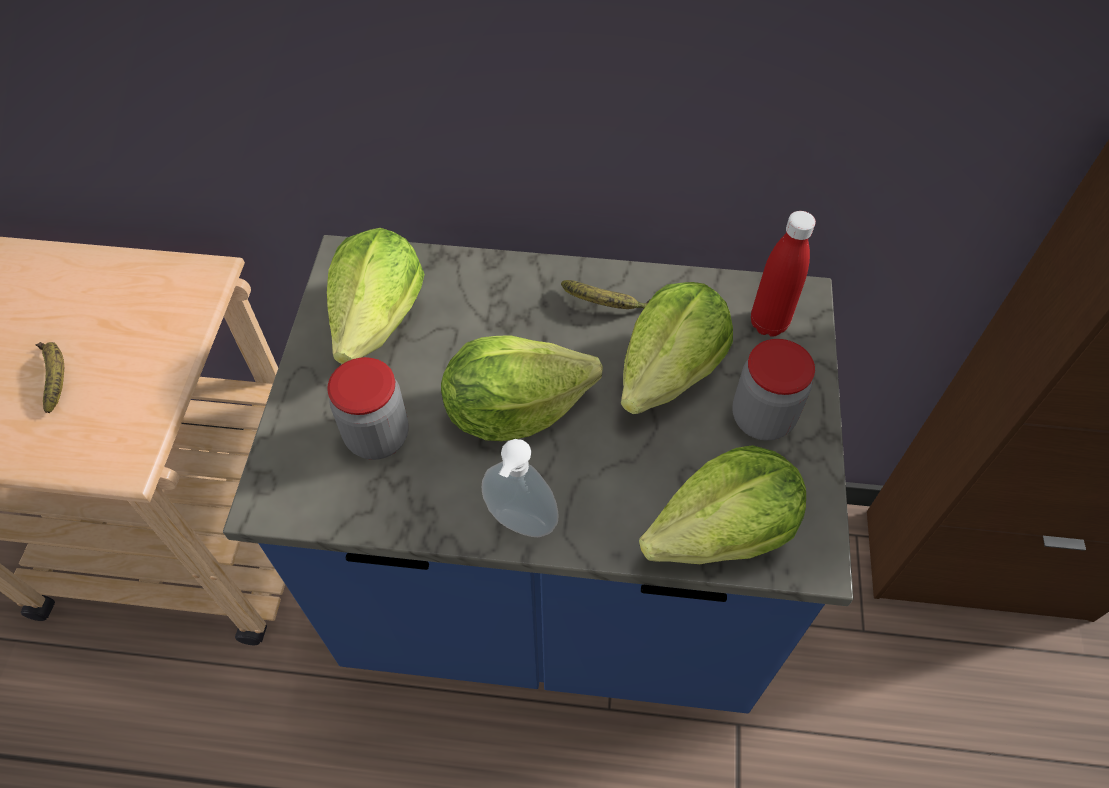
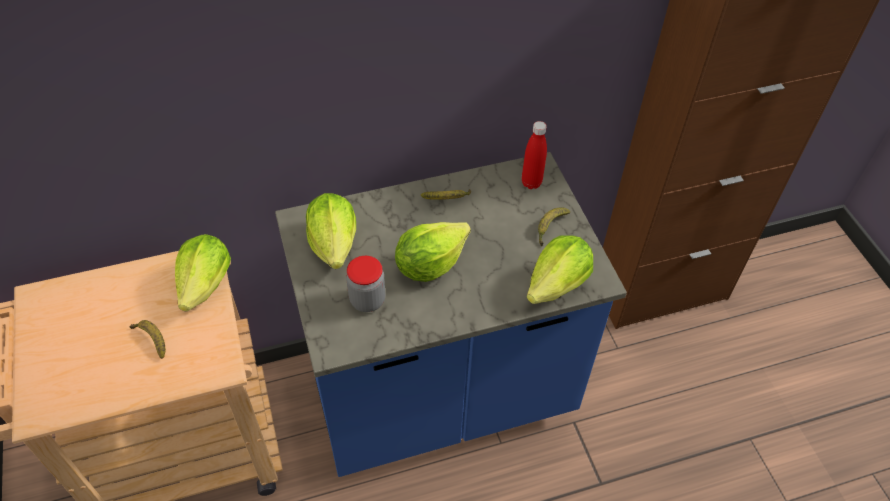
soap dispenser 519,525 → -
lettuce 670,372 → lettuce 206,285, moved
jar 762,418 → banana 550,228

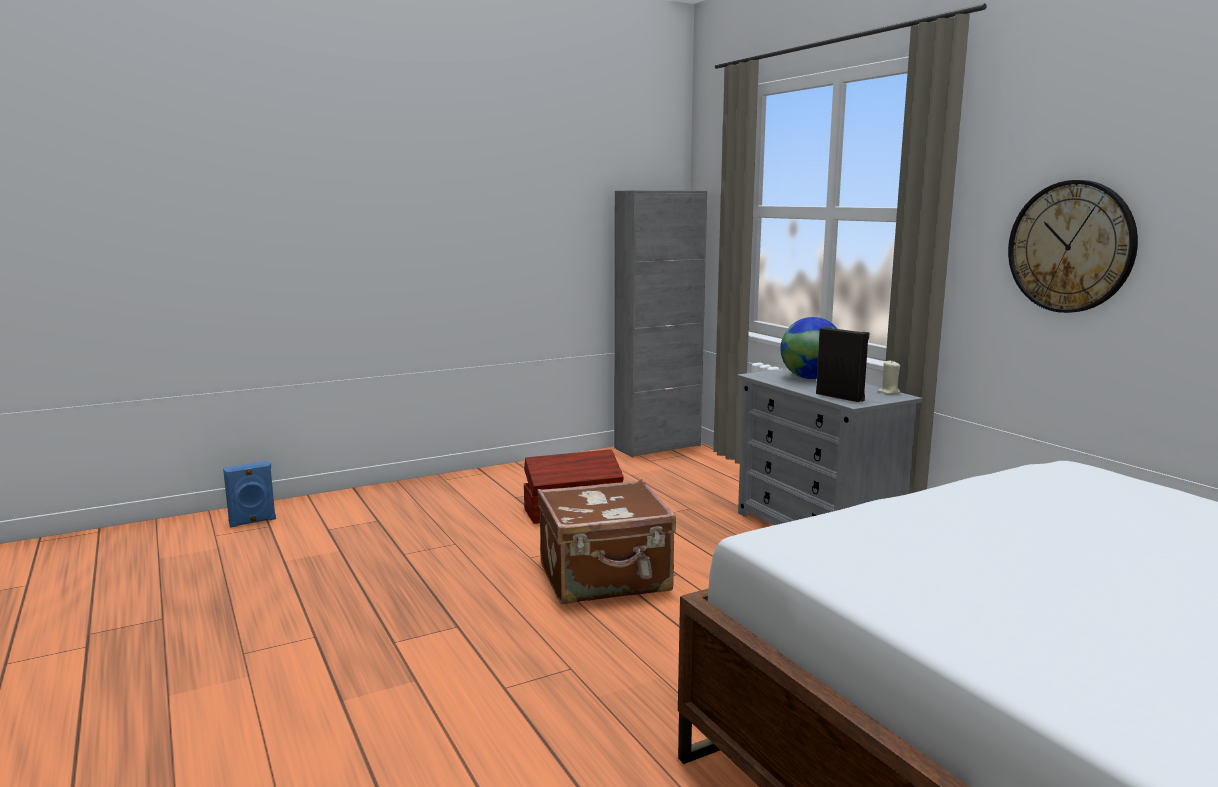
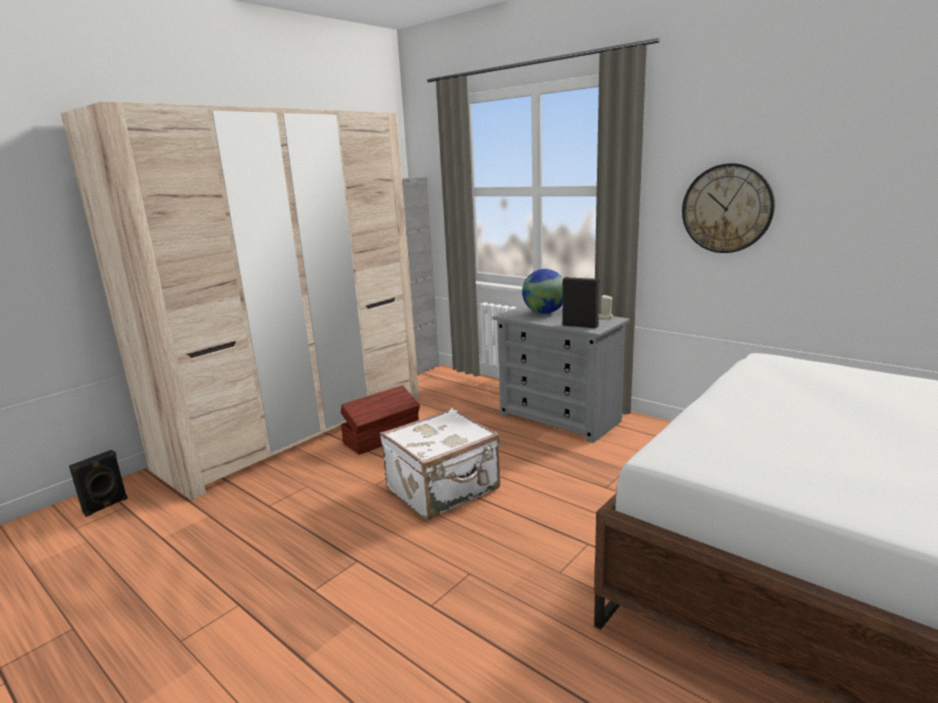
- → beige wardrobe 300,429
blue speaker 252,522 → black speaker 106,506
brown suitcase 605,579 → white suitcase 444,490

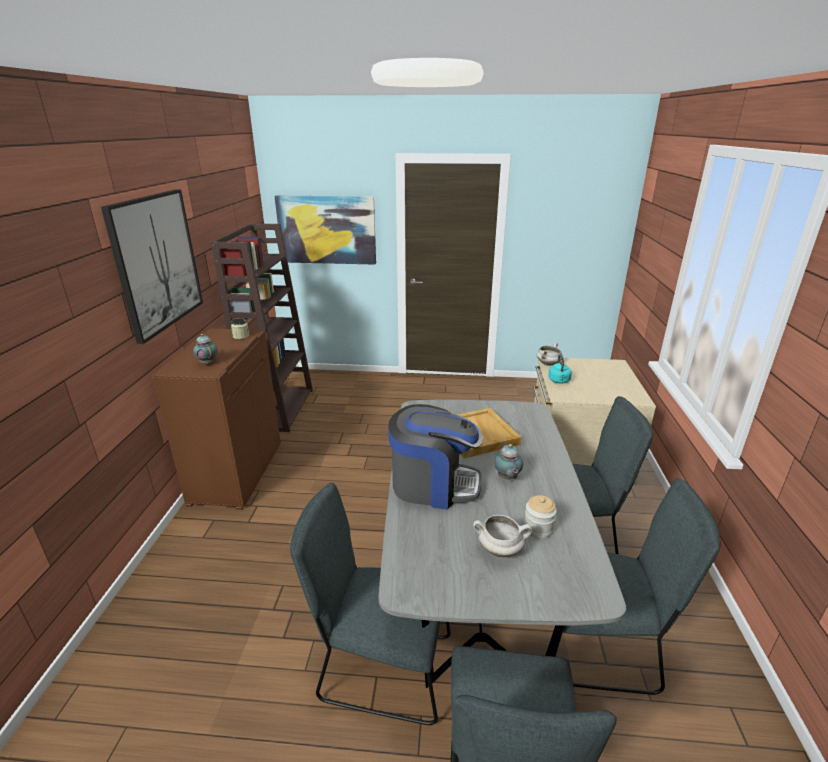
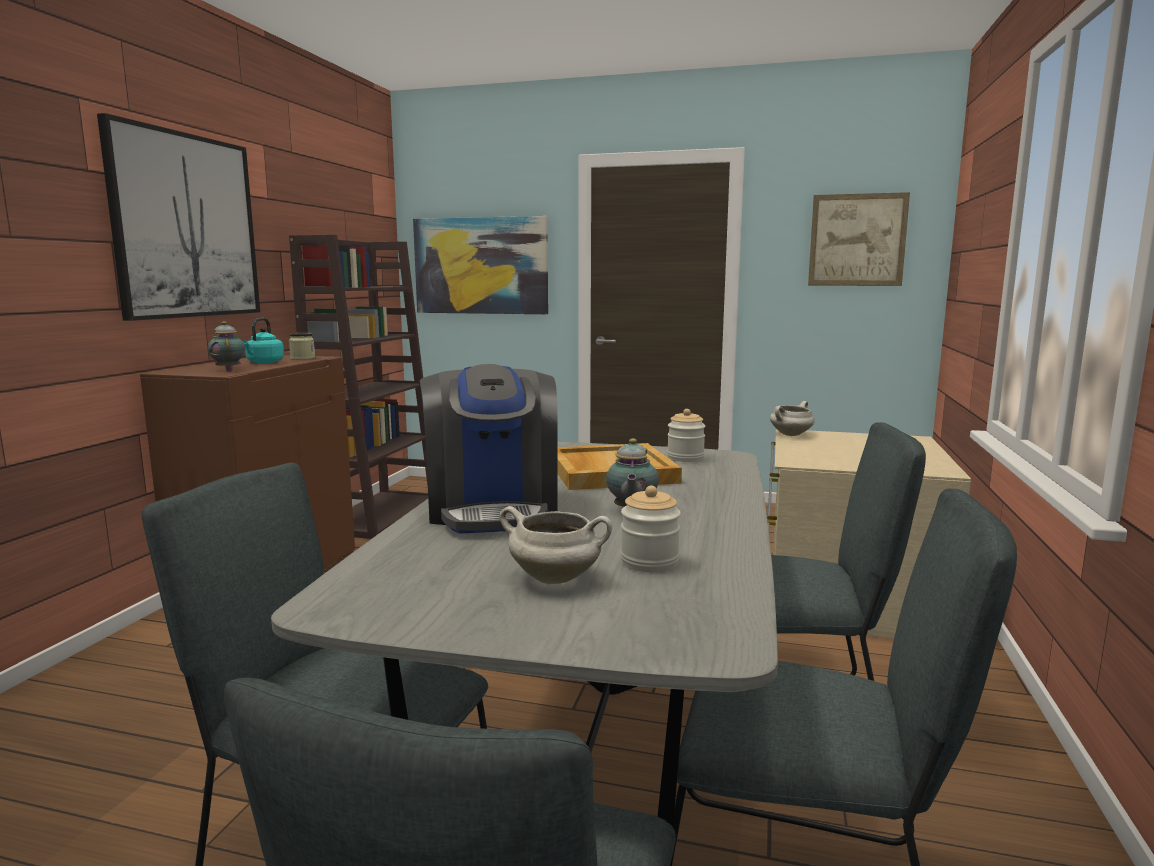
- → jar 685,458
- → picture 857,240
turquoise kettle 559,381 → turquoise kettle 264,362, moved
coffee machine 433,484 → coffee machine 492,509, 60 degrees clockwise

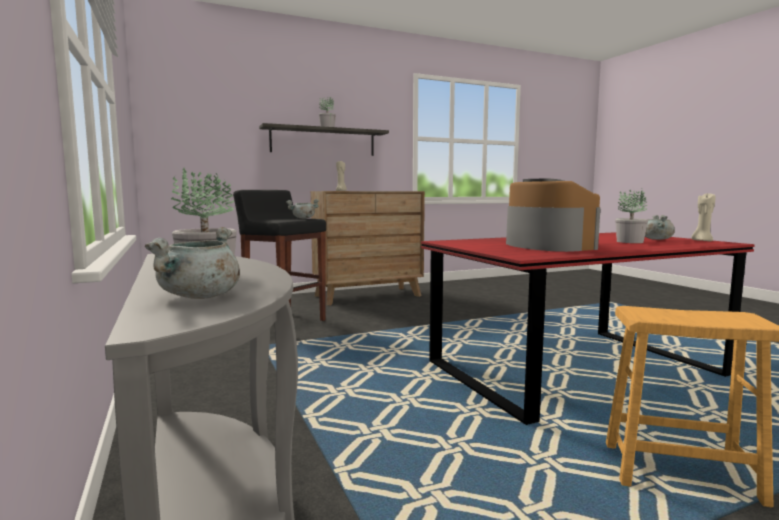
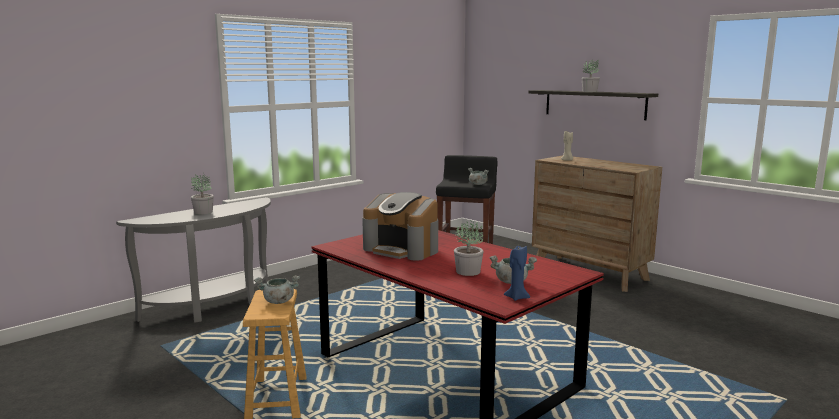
grey cooking pot 200,297 → grey cooking pot 278,301, moved
beige candle 702,240 → blue candle 516,297
coffee machine 546,246 → coffee machine 402,249, 75 degrees clockwise

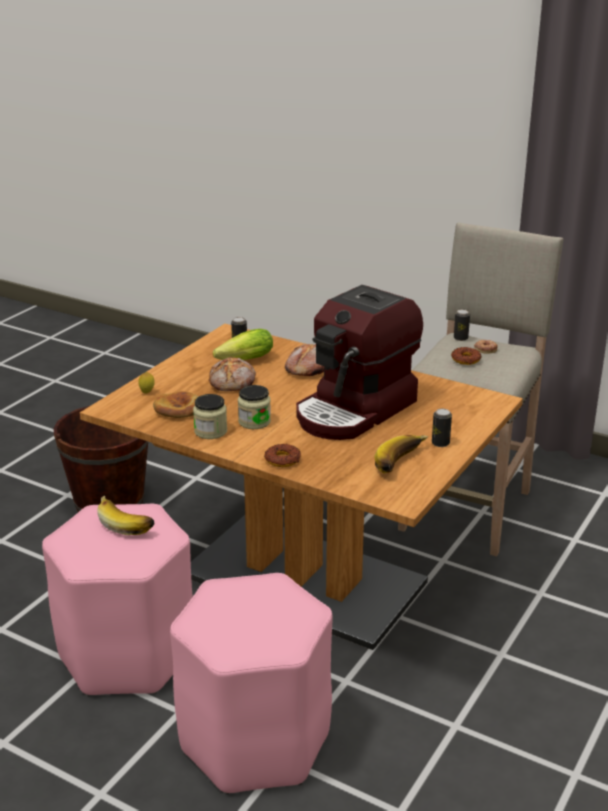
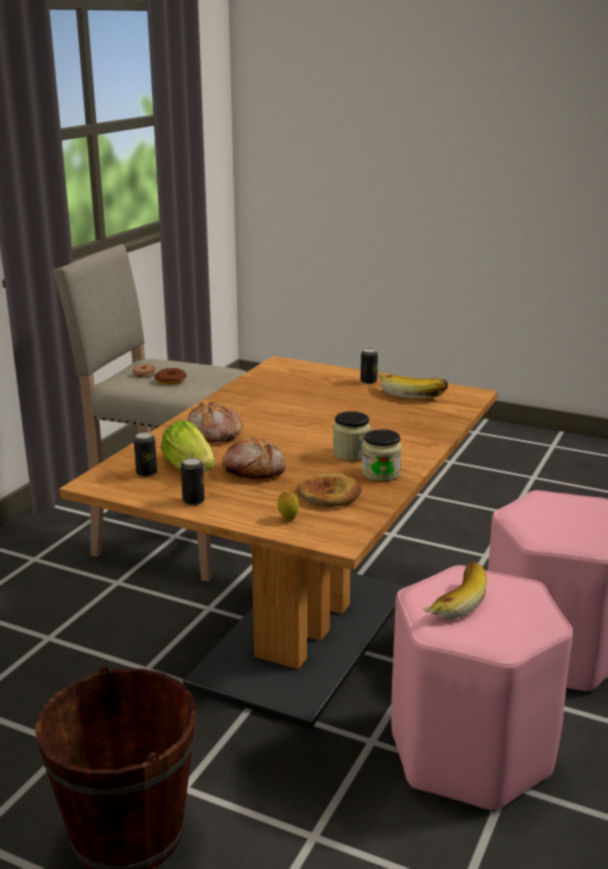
donut 282,459 → -
coffee machine 356,411 → -
can 460,338 → can 193,501, moved

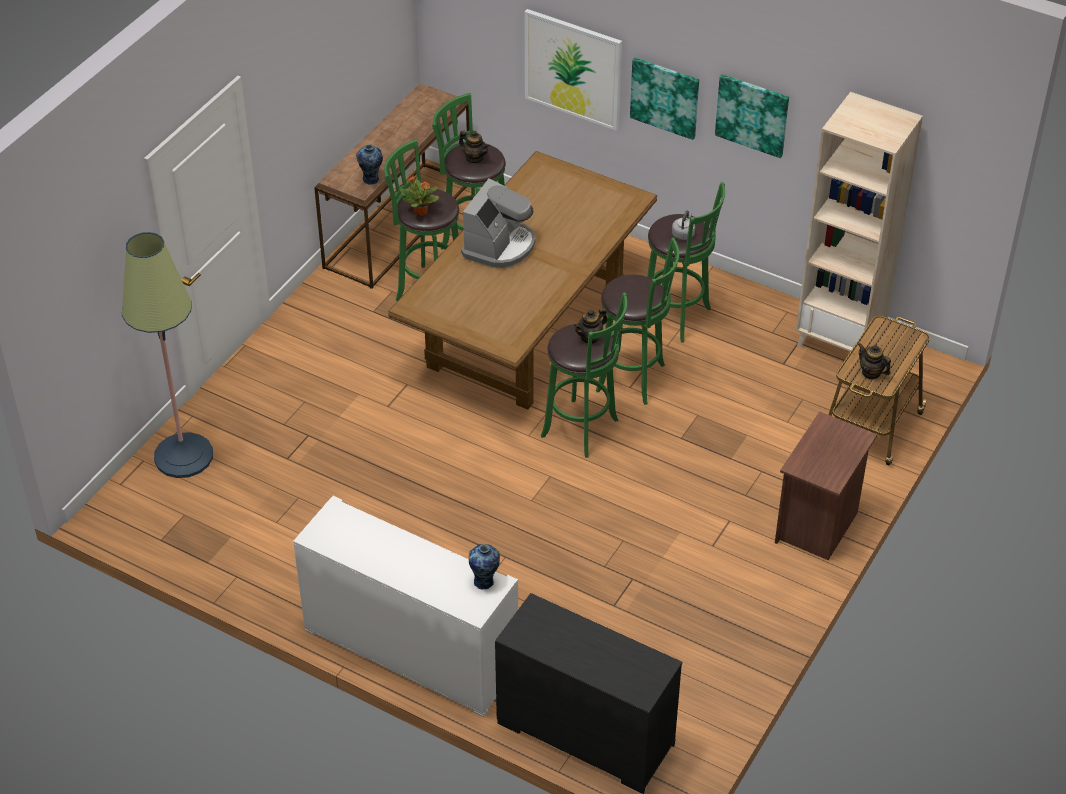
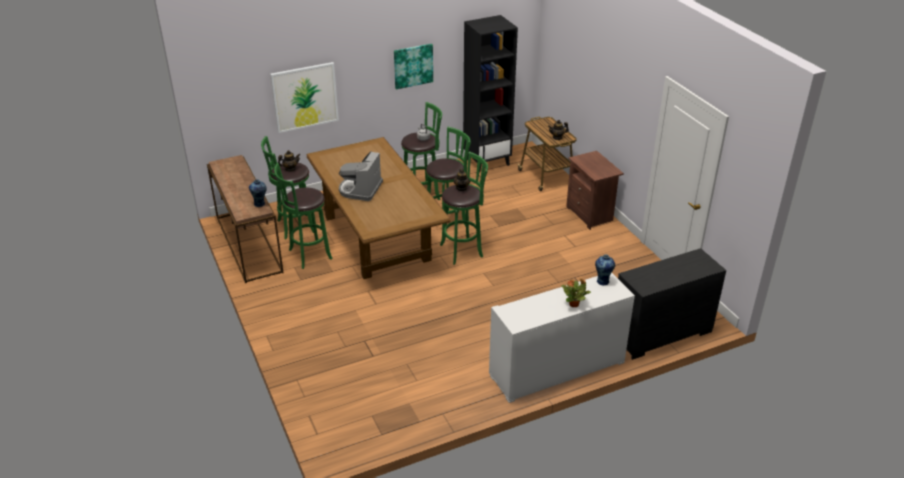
floor lamp 183,456 → -
picture 665,97 → -
potted plant 421,212 → potted plant 574,304, moved
beige bookcase 840,340 → black bookcase 487,162
coffee machine 499,246 → coffee machine 360,189, 135 degrees counterclockwise

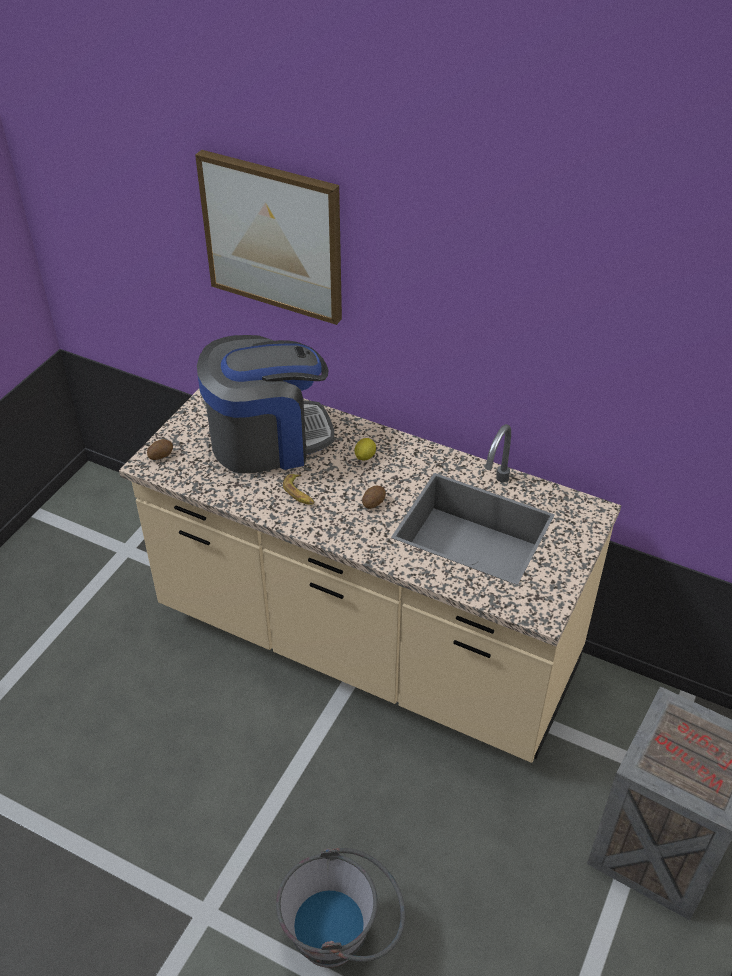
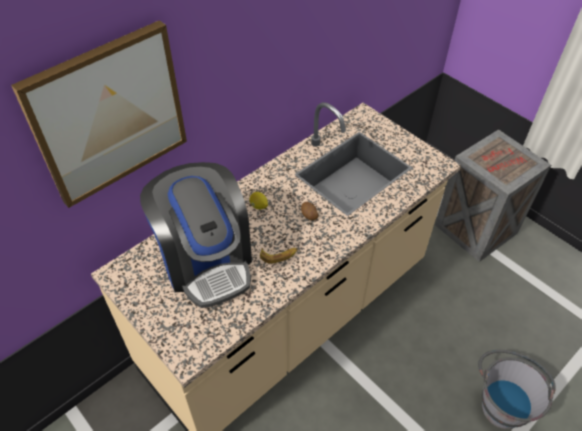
potato 160,455 → -
coffee machine 268,440 → coffee machine 206,260, 150 degrees clockwise

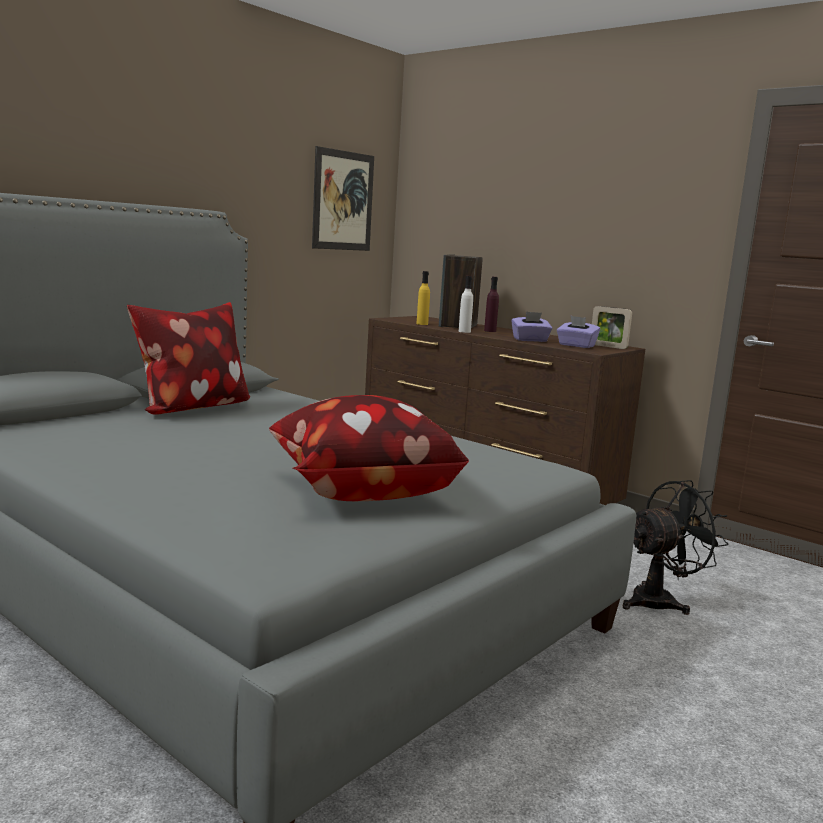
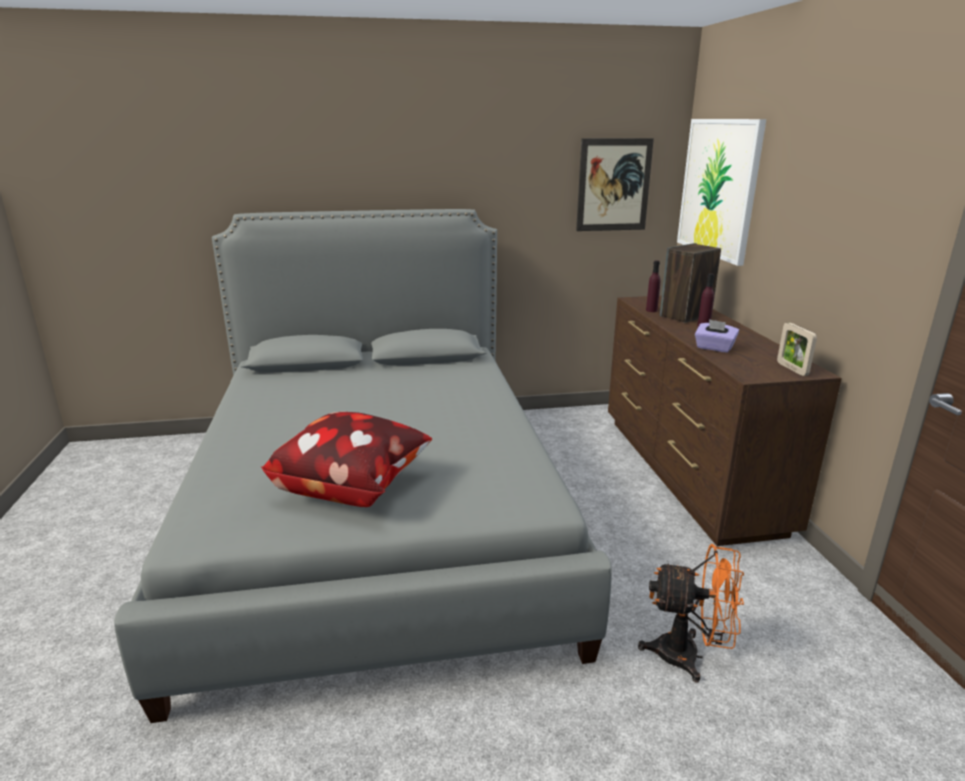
pillow 191,408 → -
white bottle 464,331 → -
purple tissue box 576,346 → -
- → picture 719,188
yellow bottle 422,324 → purple bottle 651,310
black fan 660,601 → orange fan 689,656

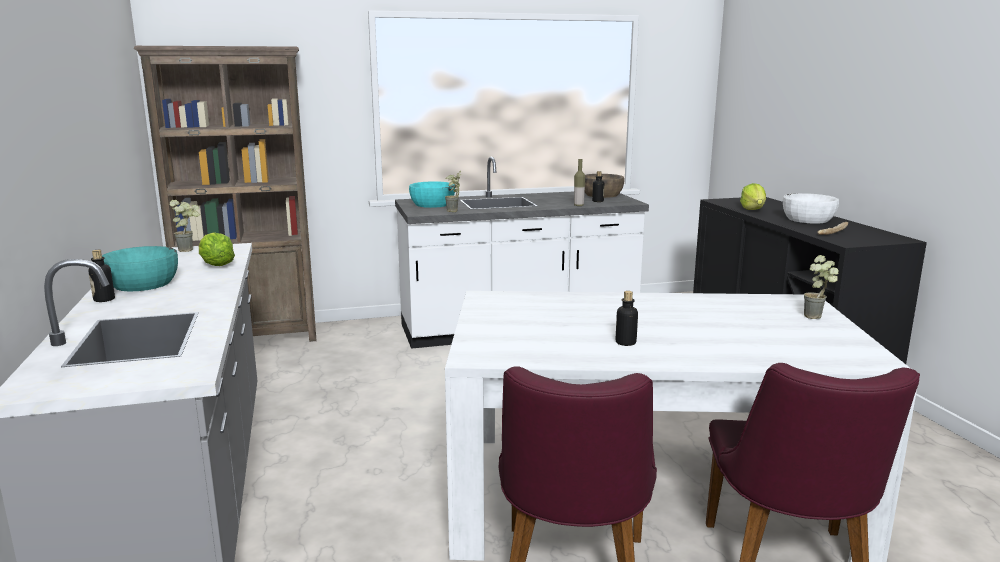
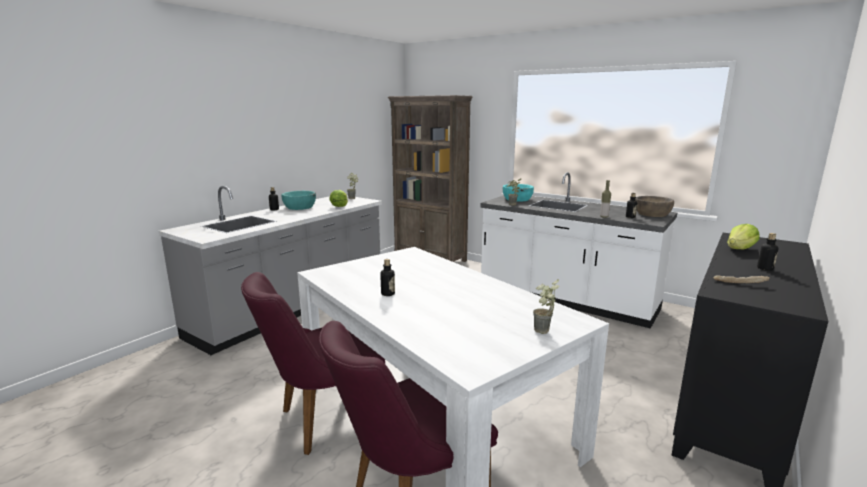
white bowl 808,219 → bottle 765,268

